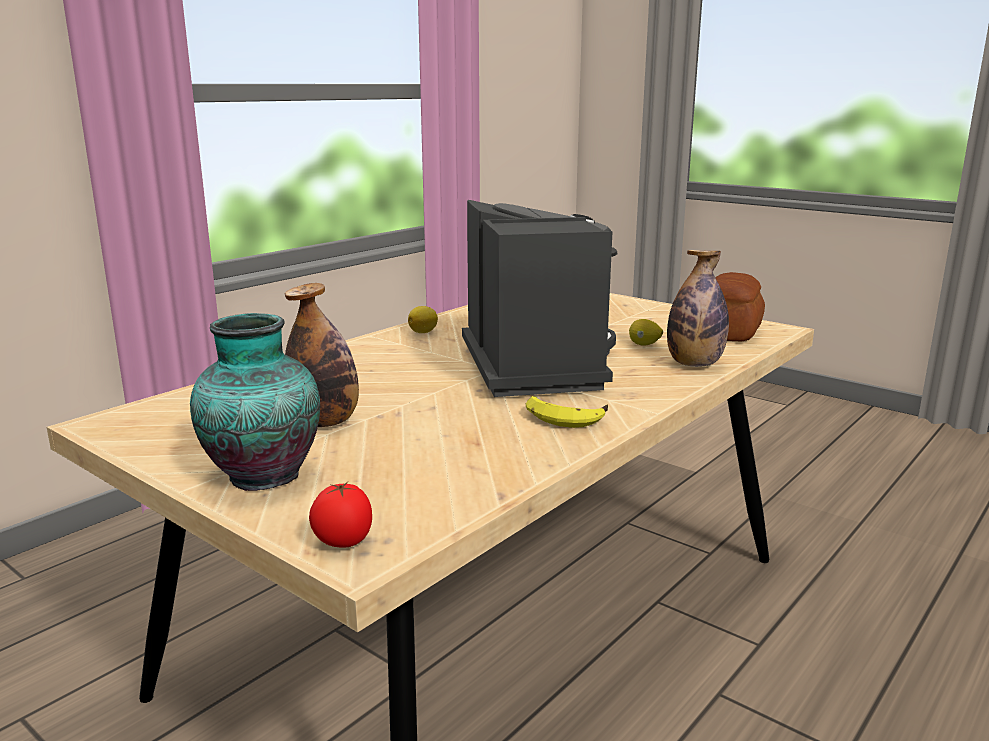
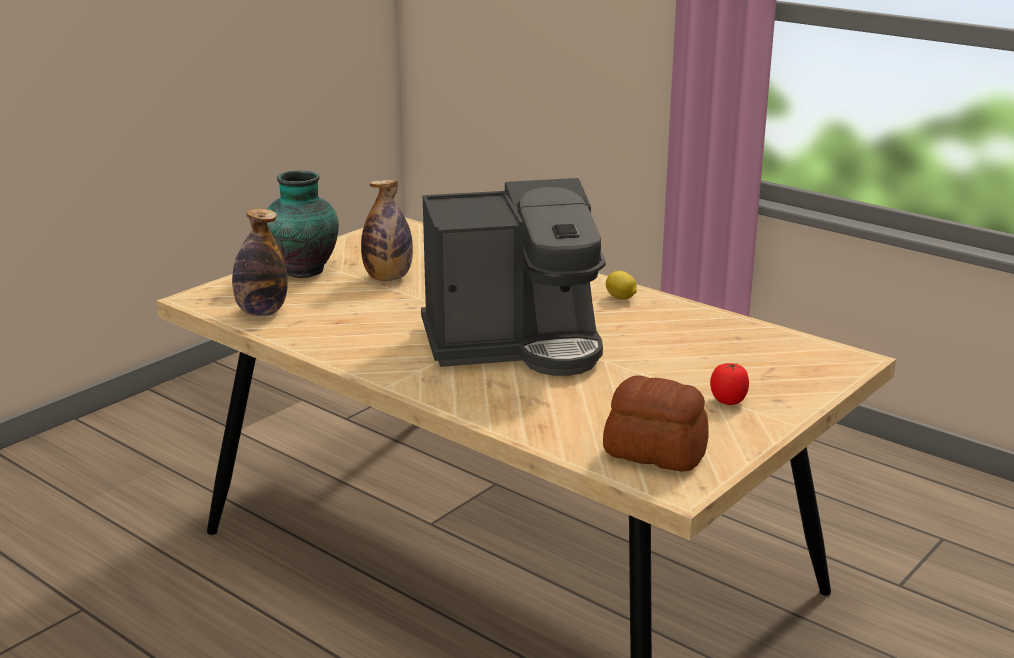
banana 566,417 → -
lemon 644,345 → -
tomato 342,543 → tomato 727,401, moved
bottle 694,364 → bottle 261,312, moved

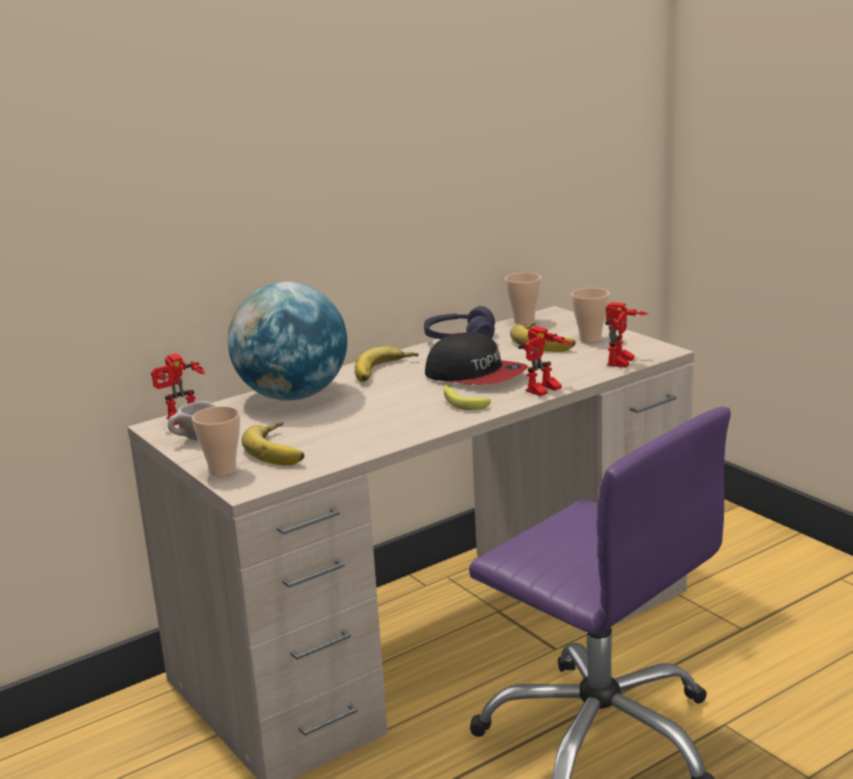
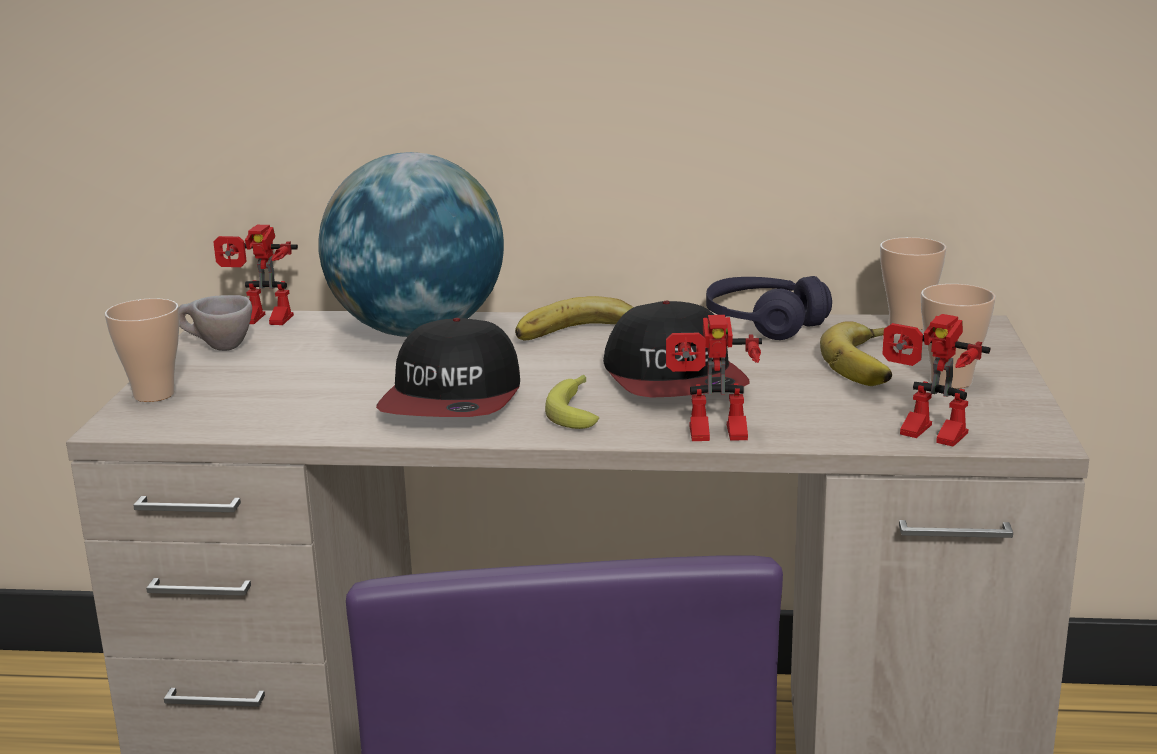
banana 281,449 → -
- → cap 454,399
toy robot 624,363 → toy robot 926,435, 60 degrees clockwise

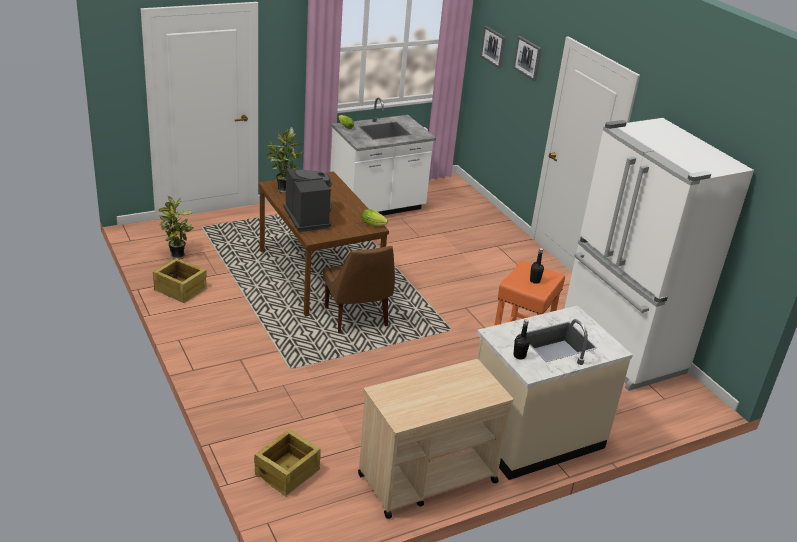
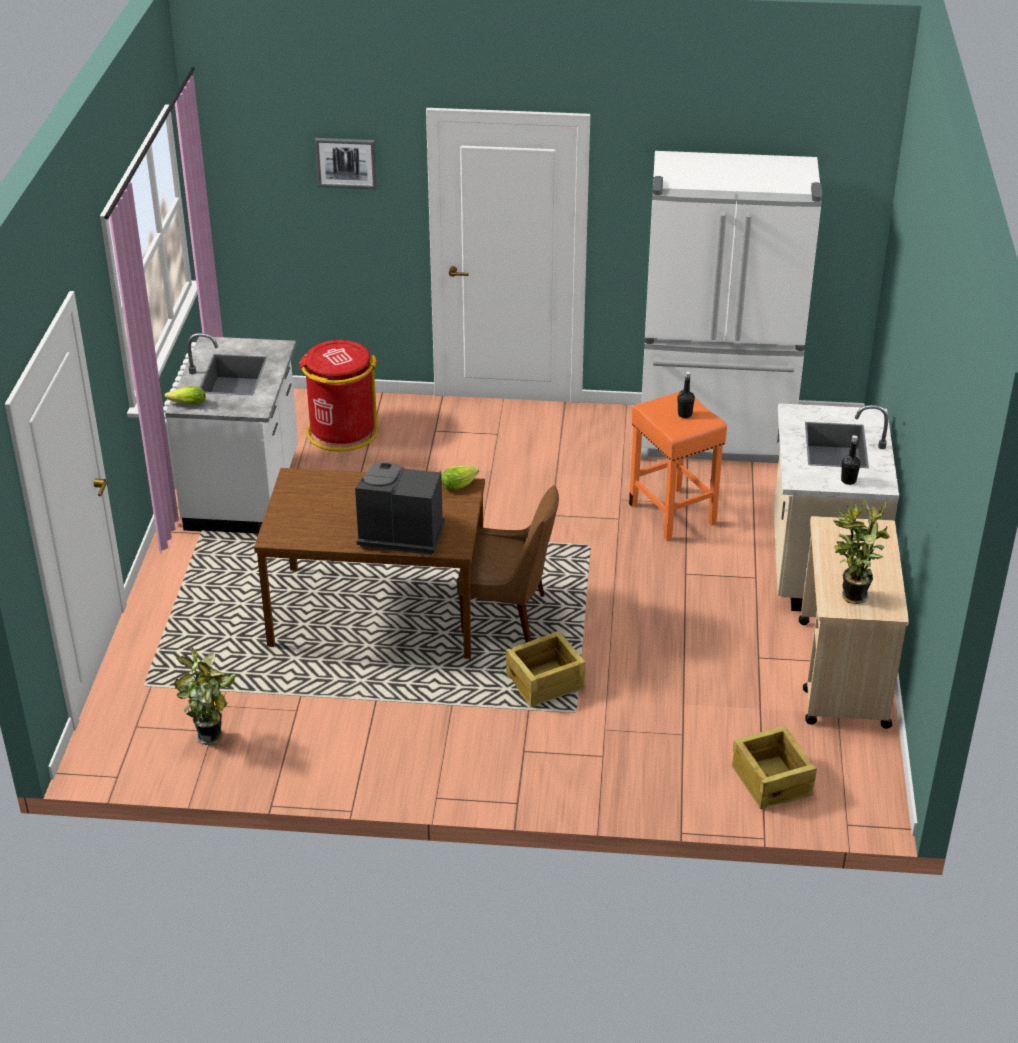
picture 493,47 → -
- → red trash can 341,432
crate 180,290 → crate 546,682, moved
potted plant 283,189 → potted plant 851,596, moved

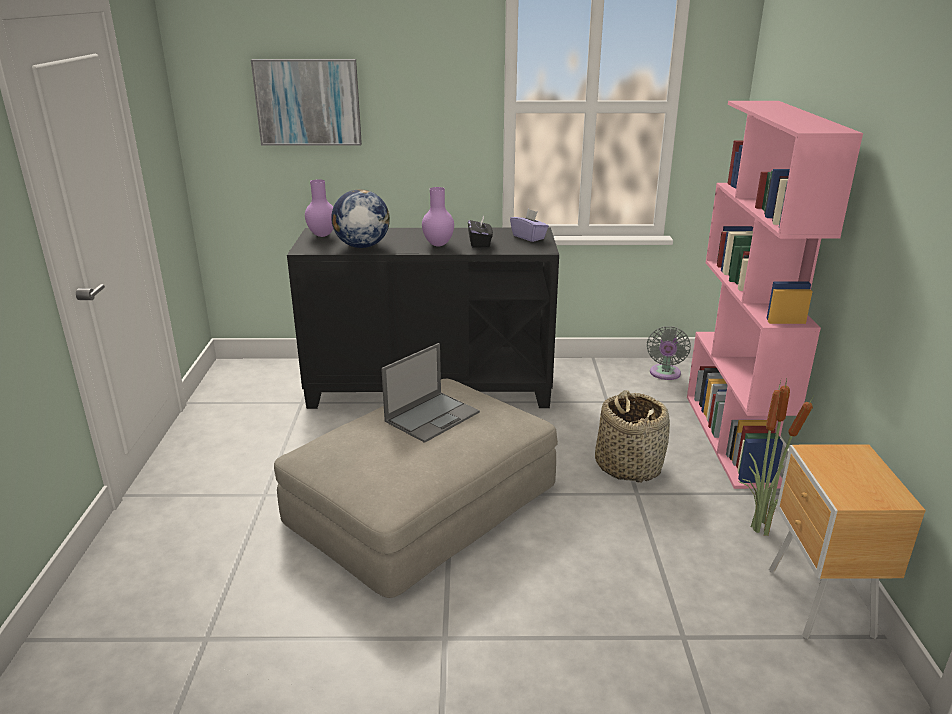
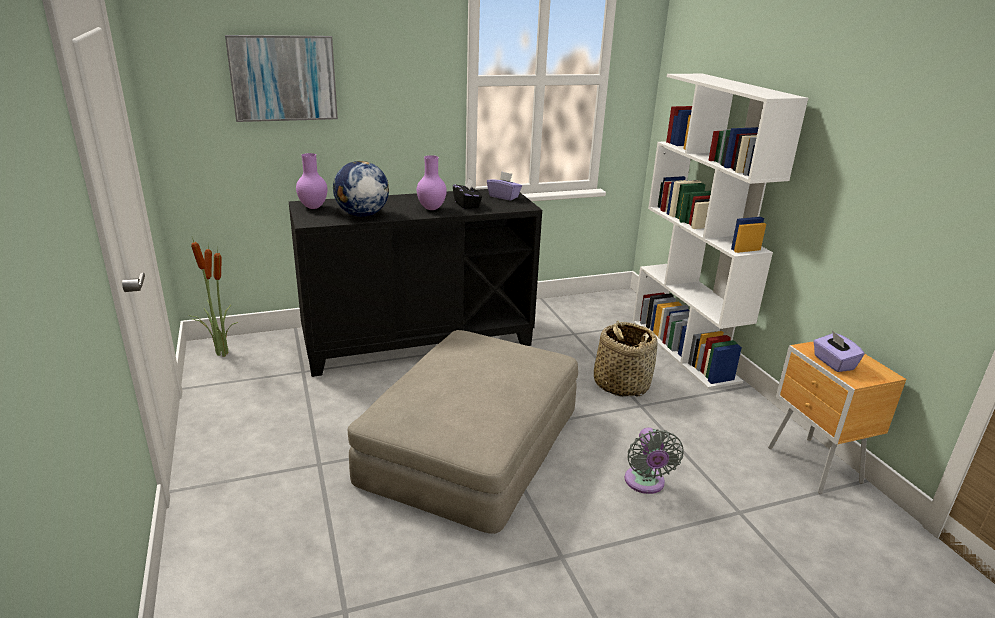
laptop 432,416 → -
- → purple tissue box 833,363
grey fan 664,374 → grey fan 645,483, moved
potted plant 758,529 → potted plant 221,353, moved
pink bookcase 732,439 → white bookcase 684,350

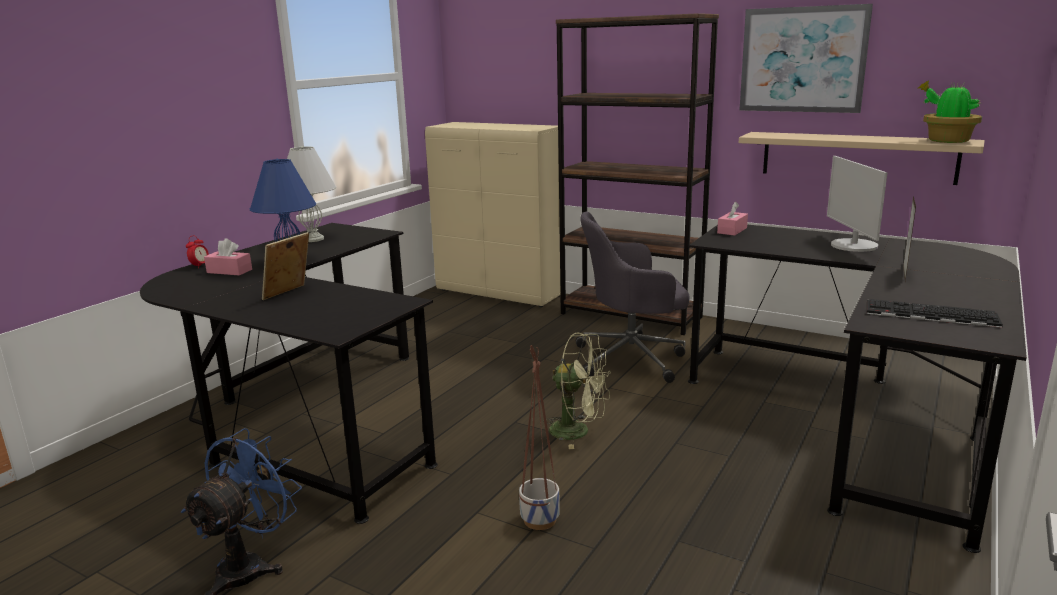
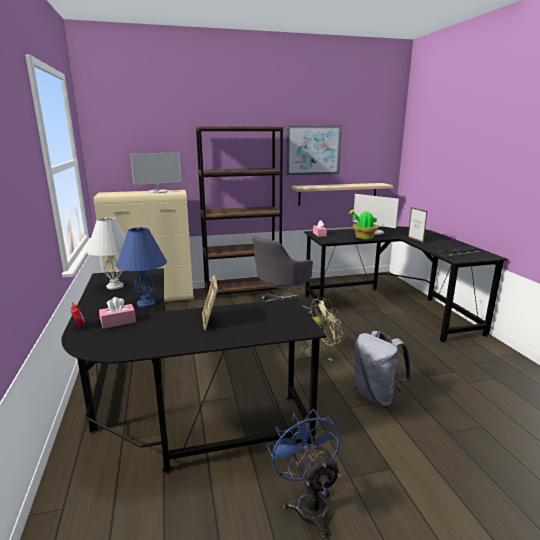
- → monitor 158,191
potted plant 946,141 → potted plant 363,237, moved
planter 540,520 → grey backpack 376,395

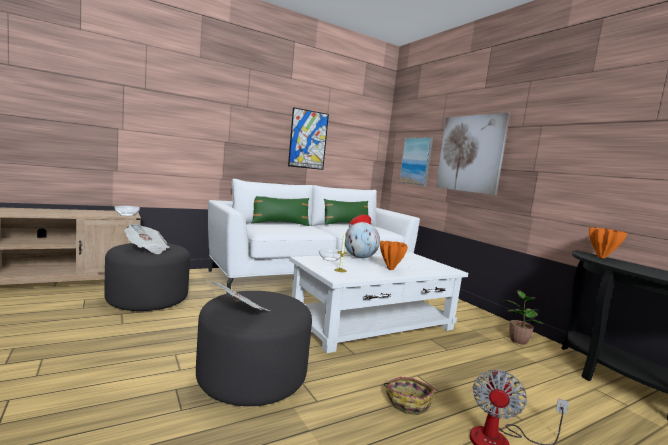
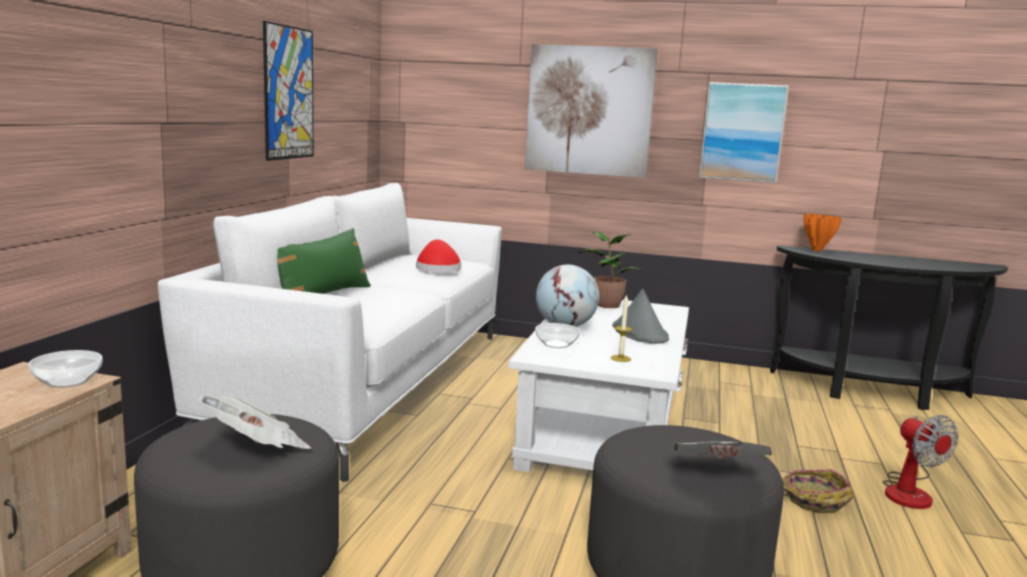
green pillow 345,224 → -
picture 416,161 → picture 742,132, moved
potted plant 517,340 → potted plant 606,305, moved
orange vase 390,269 → grey hat 639,333

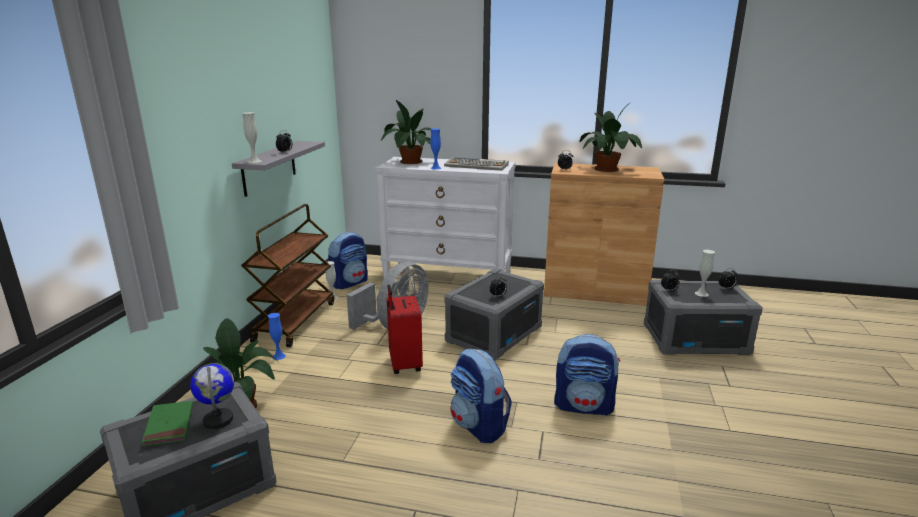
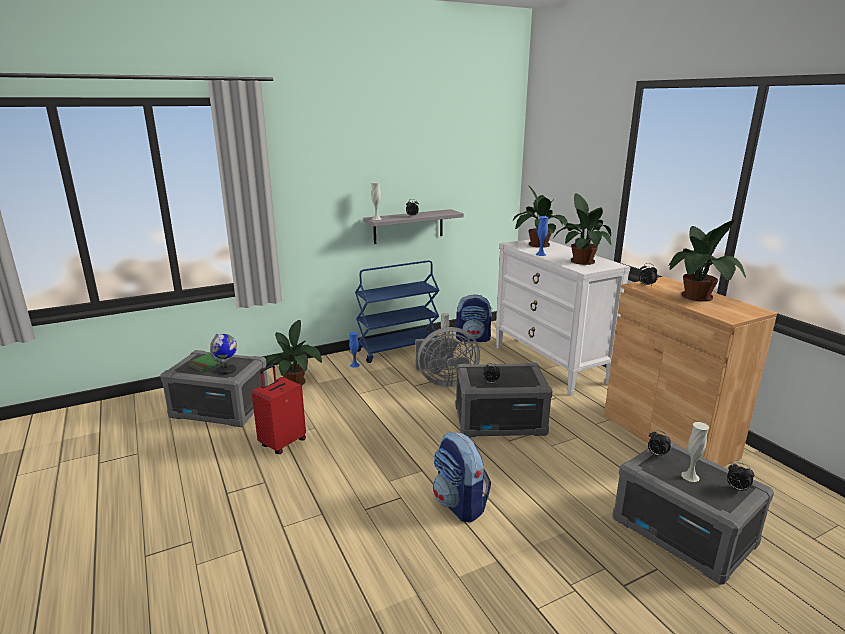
backpack 479,426 → -
red suitcase 404,365 → red suitcase 282,443, moved
keyboard 477,165 → potted plant 582,261
brown cart 295,321 → blue cart 398,349

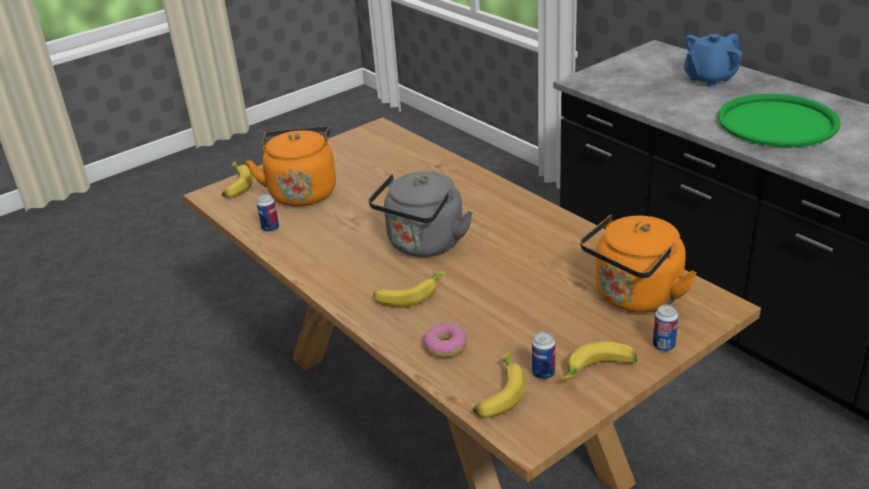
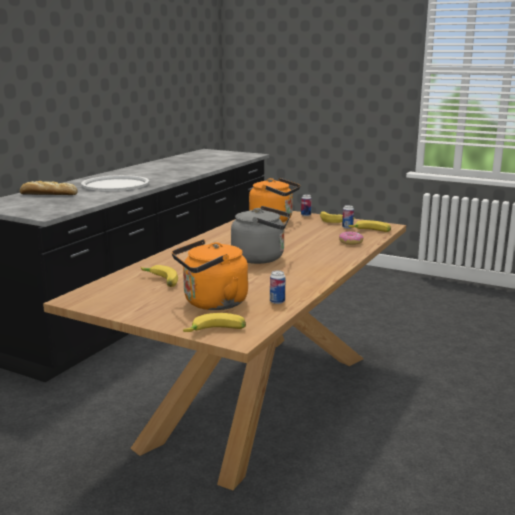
banana 409,295 → banana 159,281, moved
blue teapot 709,79 → bread 47,194
green tray 777,122 → white tray 115,184

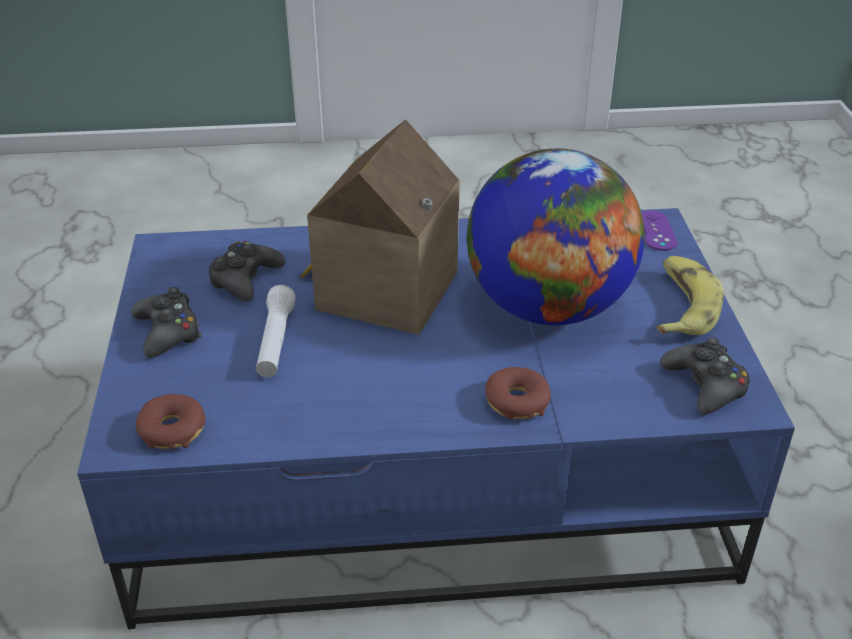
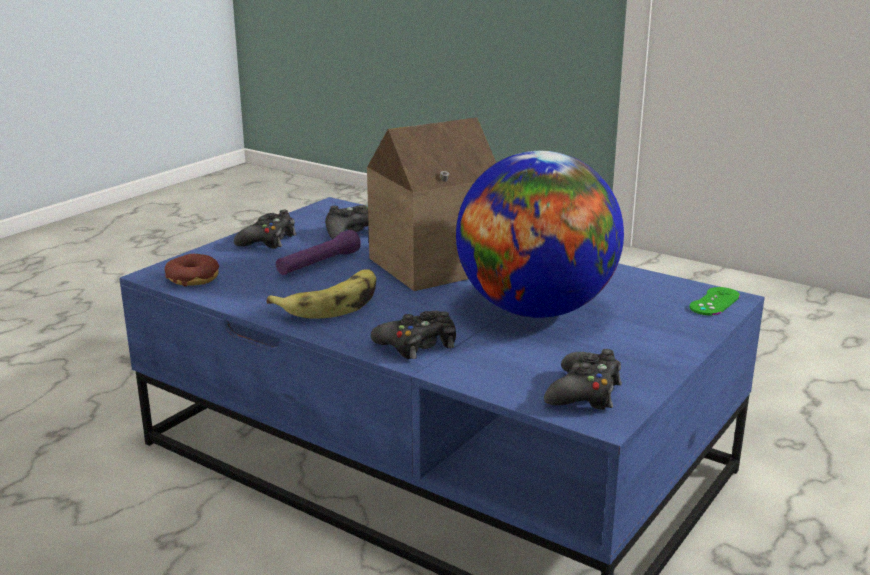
banana 682,306 → banana 332,304, moved
donut 517,401 → black game controller 418,344
white flashlight 275,342 → purple flashlight 318,264
purple game controller 656,231 → green game controller 714,302

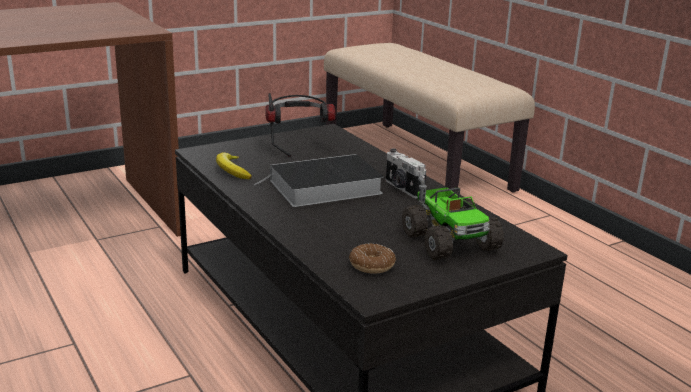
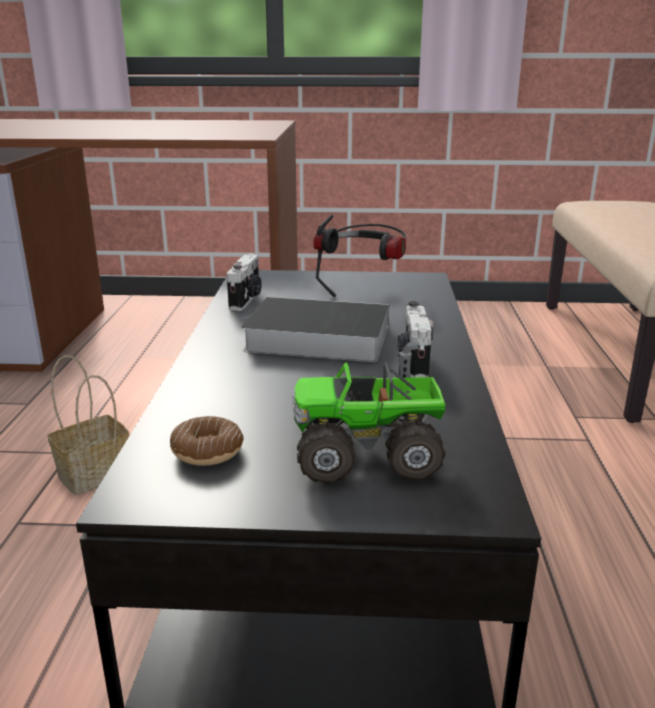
- → basket 96,473
banana 232,171 → photo camera 246,300
toy truck 449,241 → toy truck 368,450, 75 degrees clockwise

